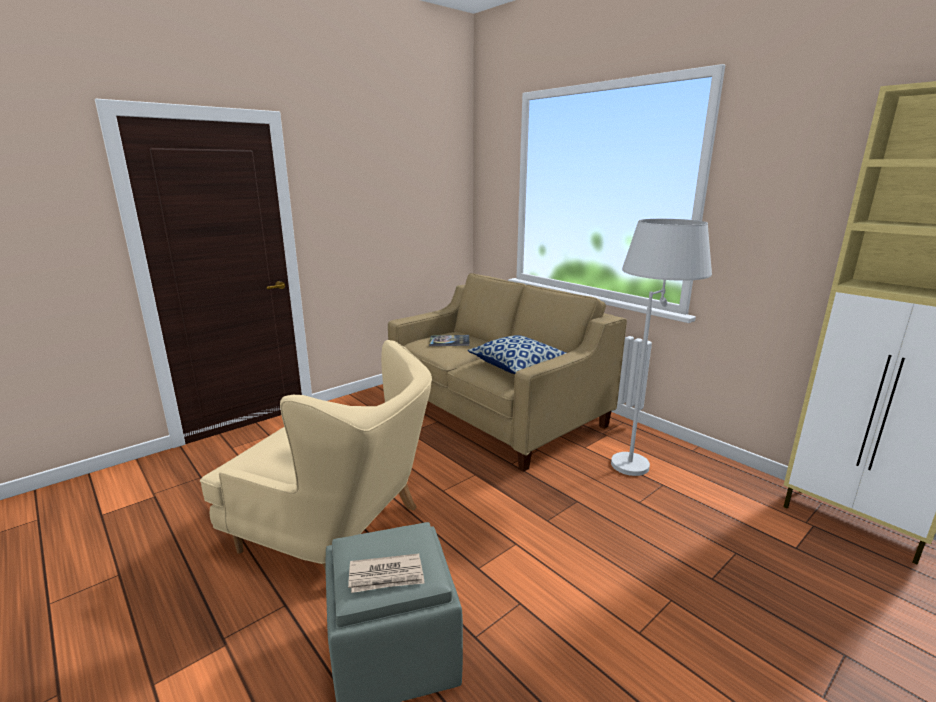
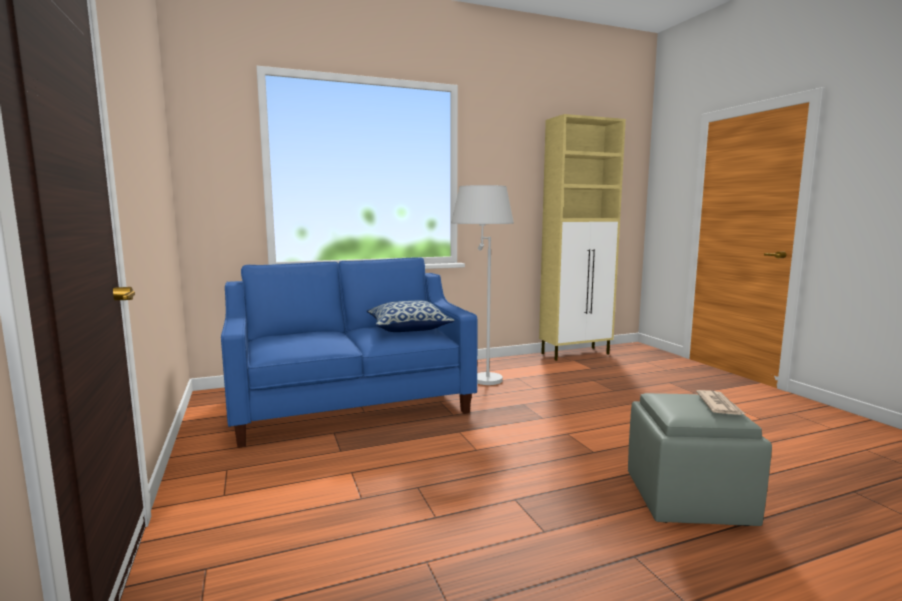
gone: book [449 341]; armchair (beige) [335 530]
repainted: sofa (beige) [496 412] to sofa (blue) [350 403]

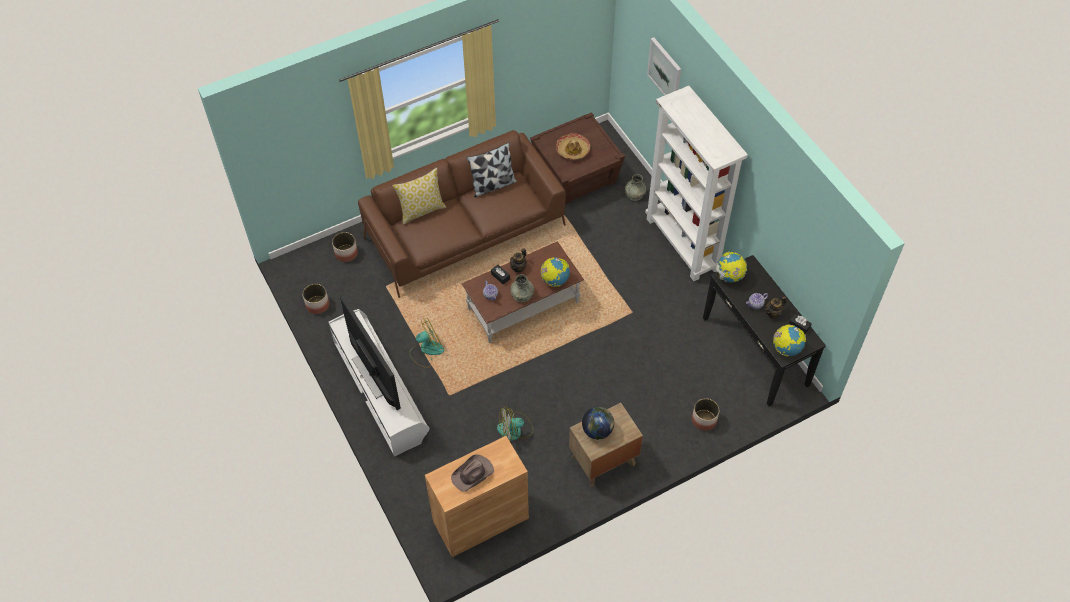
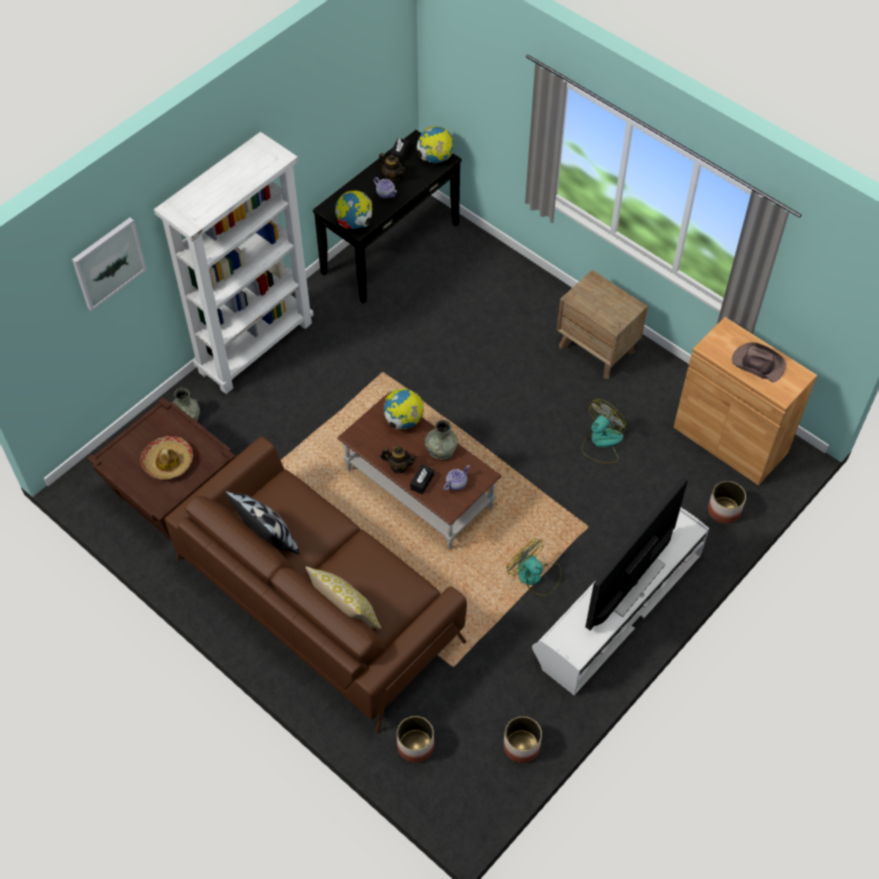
gone: globe [597 431]
shifted: planter [704 420] to [724 510]
rotated: fan [515 430] = [601 442] 105 degrees counterclockwise

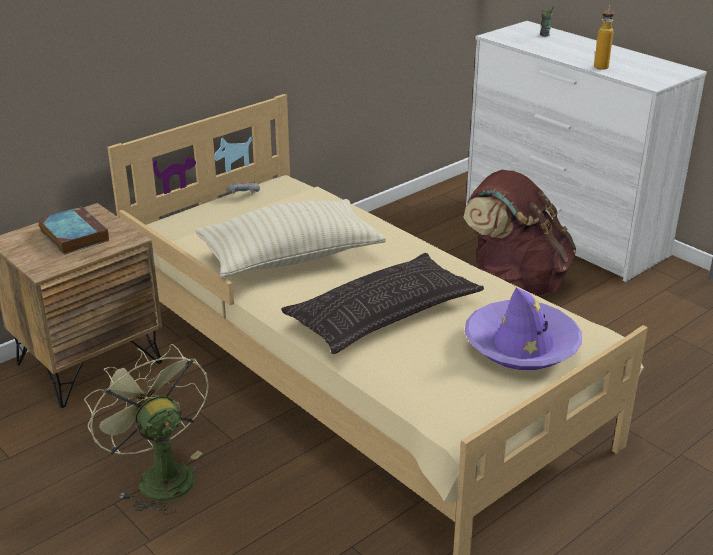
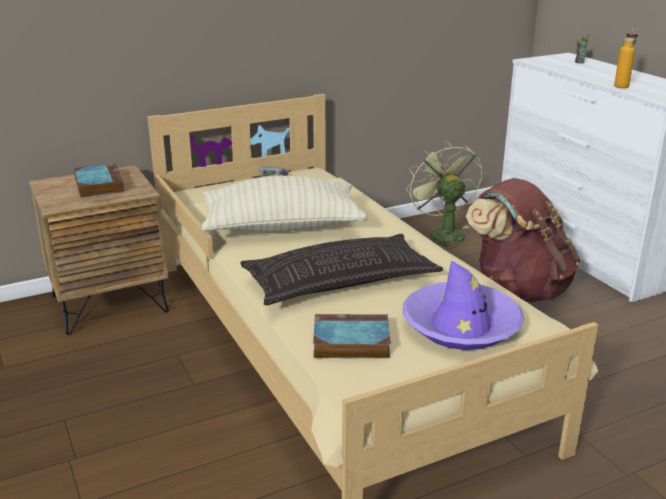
new: book [349 342]
shifted: fan (green) [158 476] to [442 233]

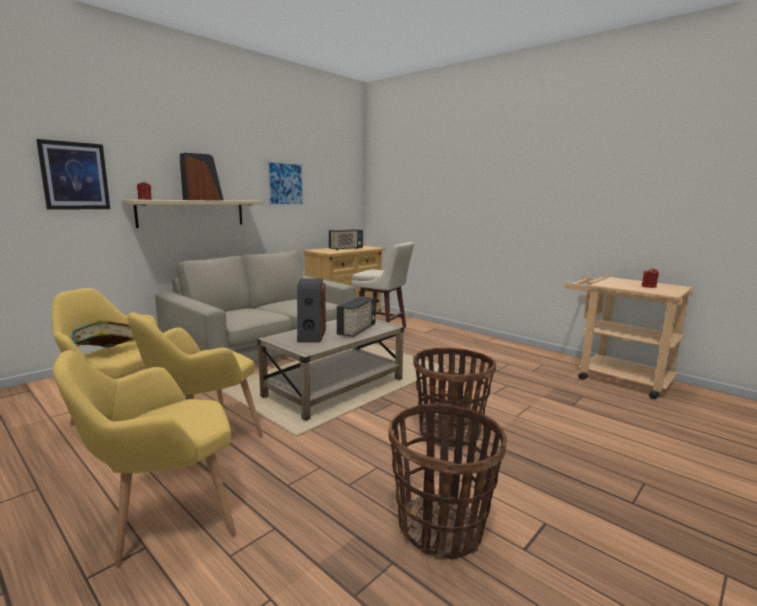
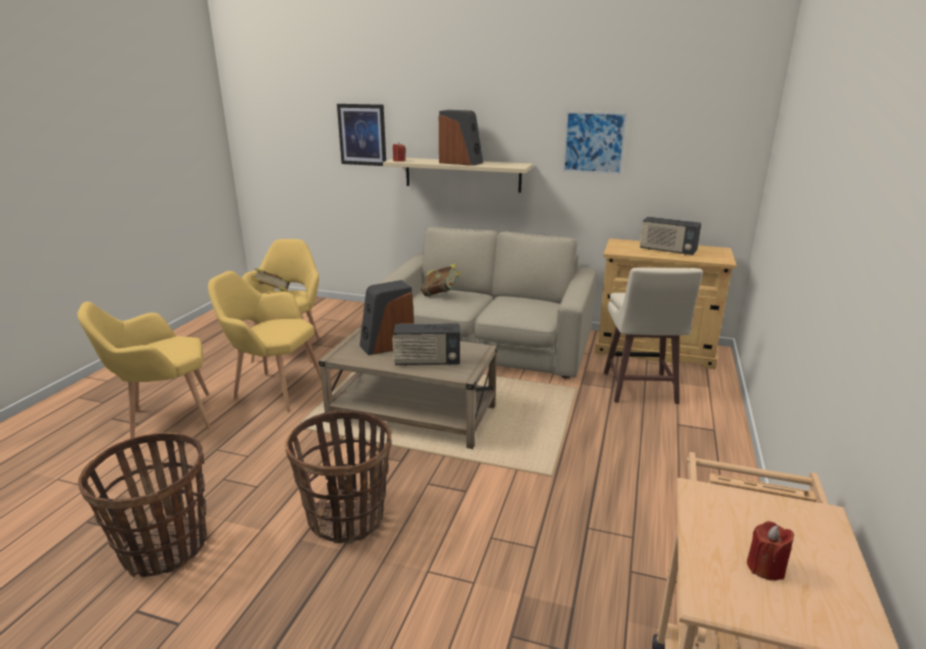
new: book [441 294]
rotated: armchair (yellow) [164 521] = [165 419] 60 degrees counterclockwise

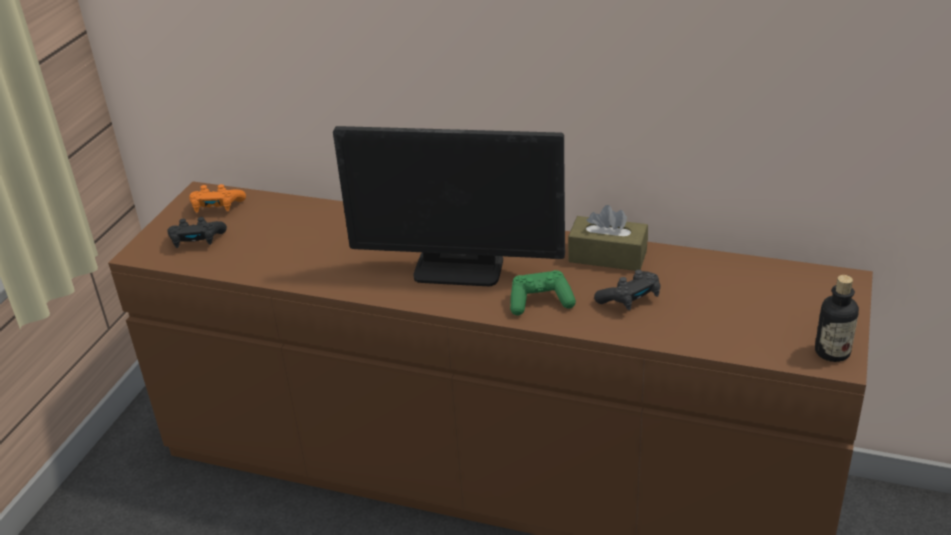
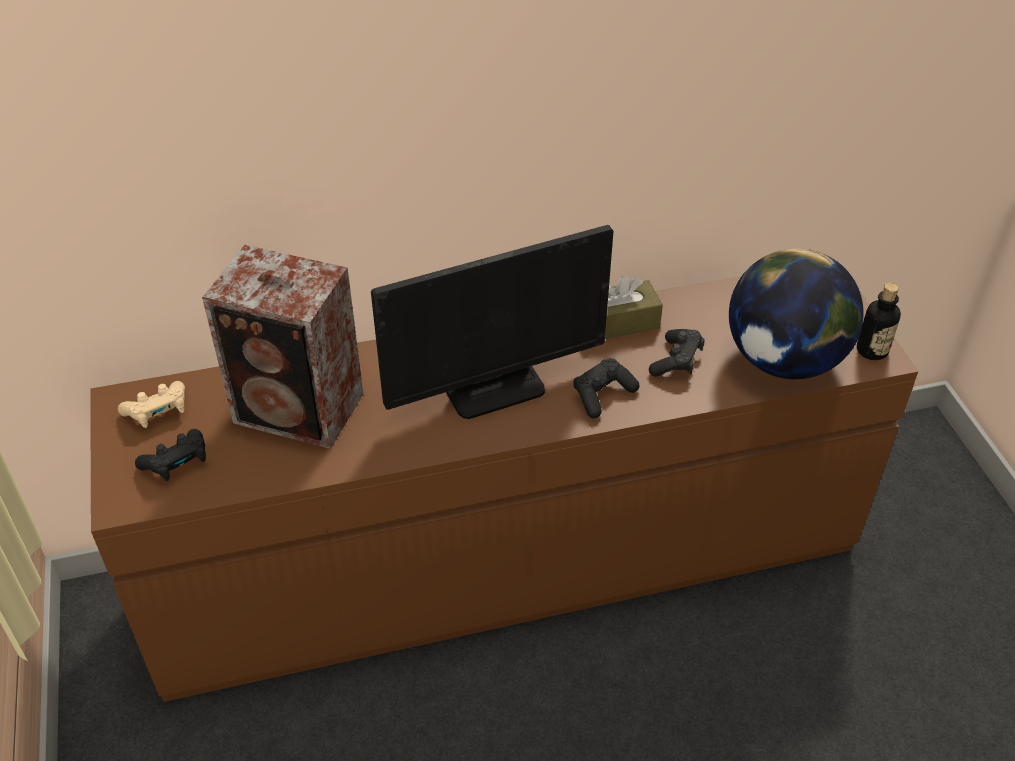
new: speaker [302 410]; globe [784 361]
repainted: game controller (orange) [217 208] to game controller (beige) [158 412]; game controller (green) [540 302] to game controller (black) [602 395]

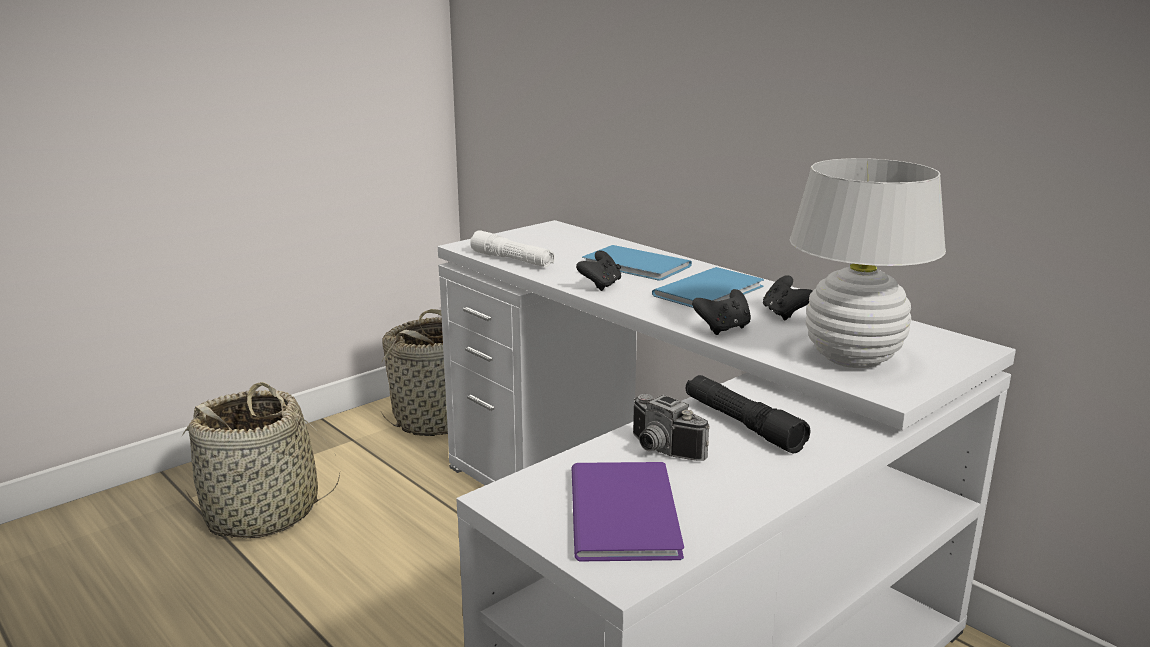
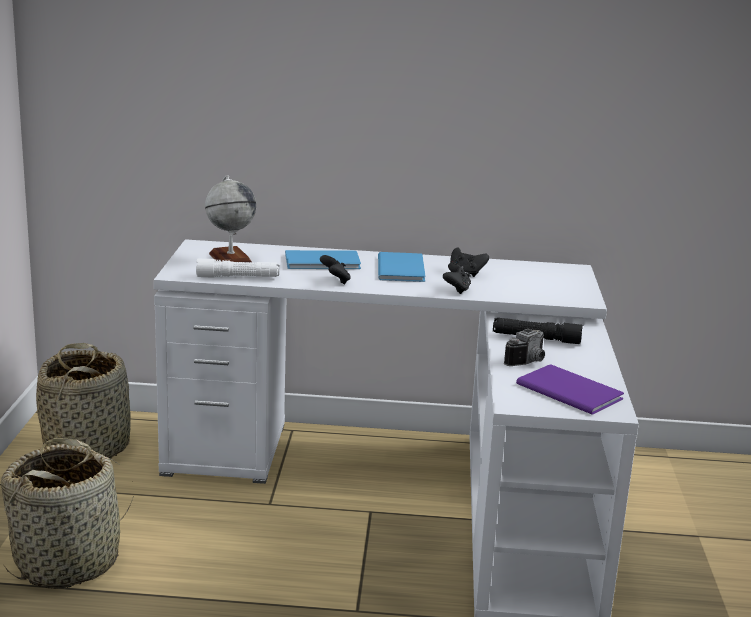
gone: table lamp (white) [852 358]
new: globe [230 259]
rotated: photo camera [660 451] = [529 362] 45 degrees counterclockwise

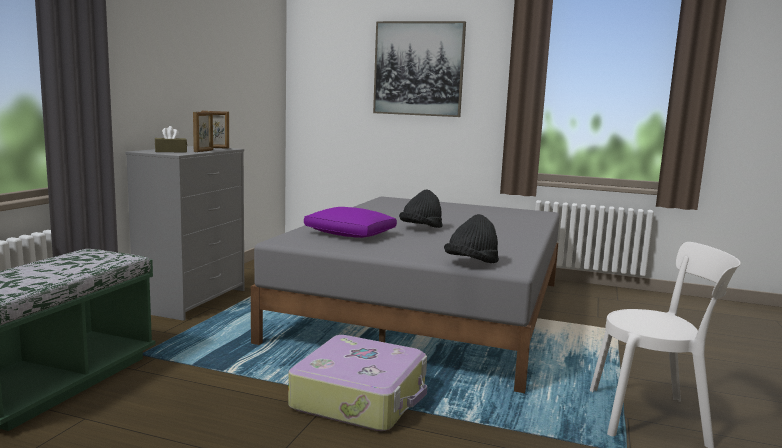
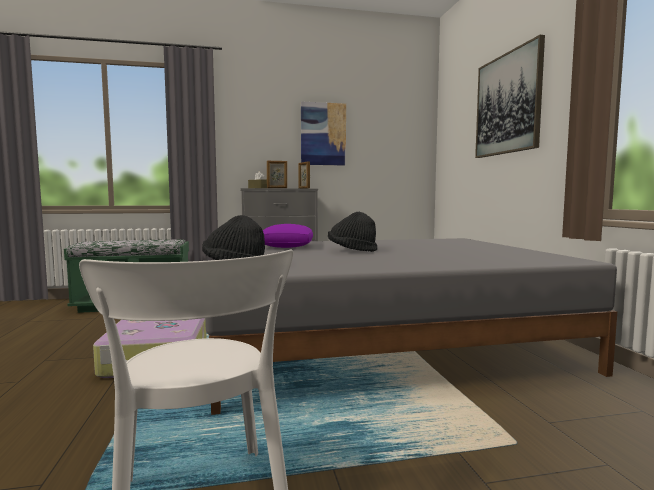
new: picture [323 134]

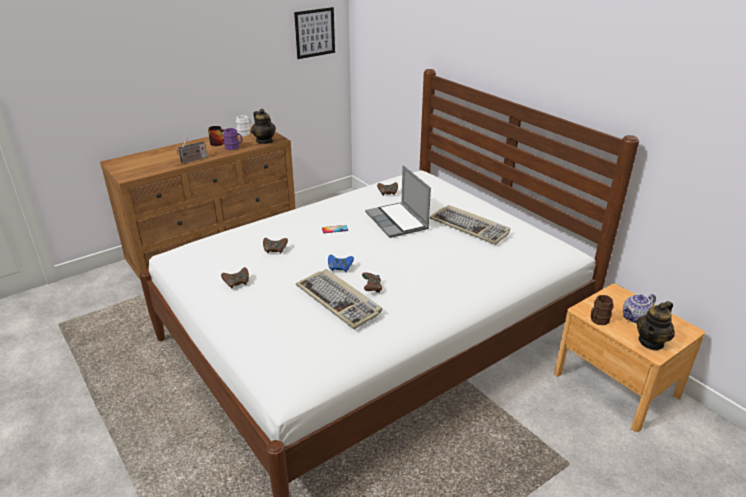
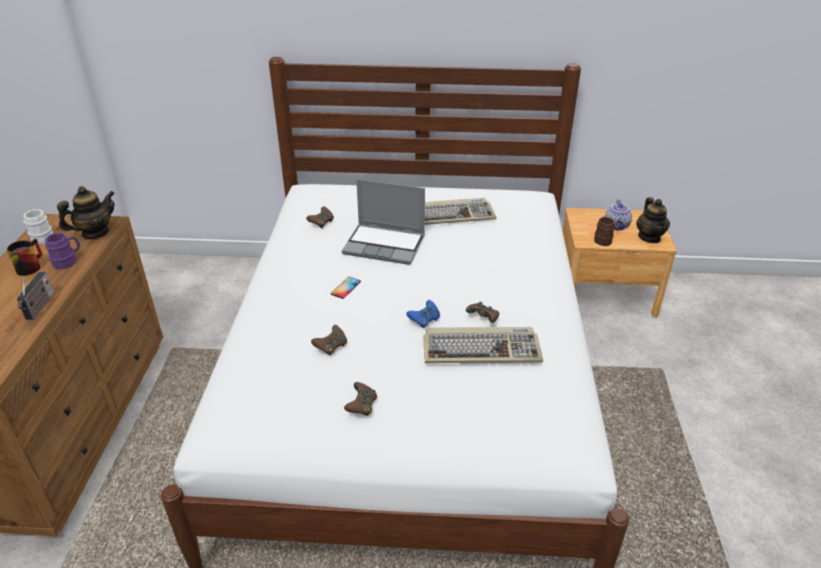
gone: picture [314 33]
rotated: teapot [264 141] = [95 233] 45 degrees counterclockwise

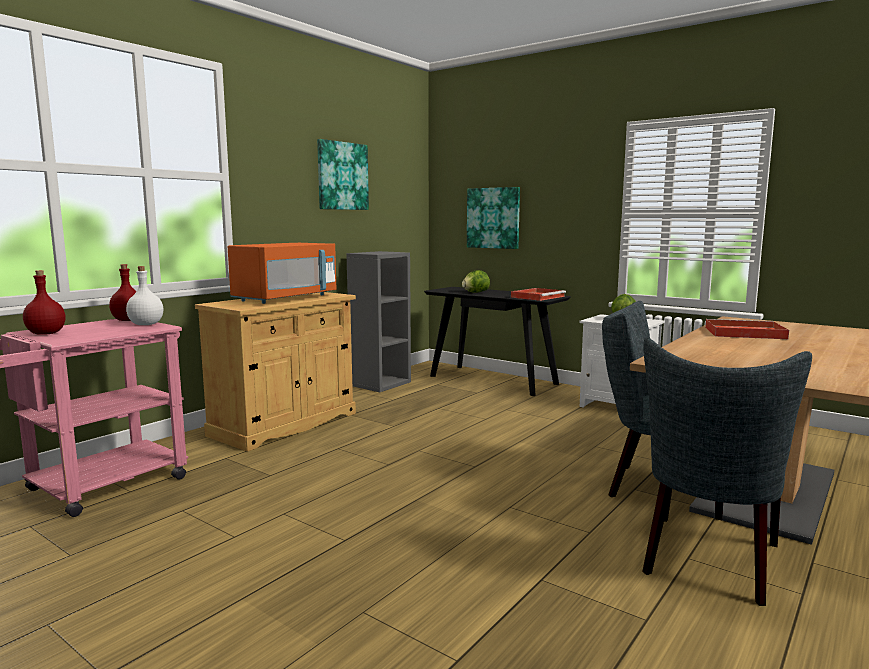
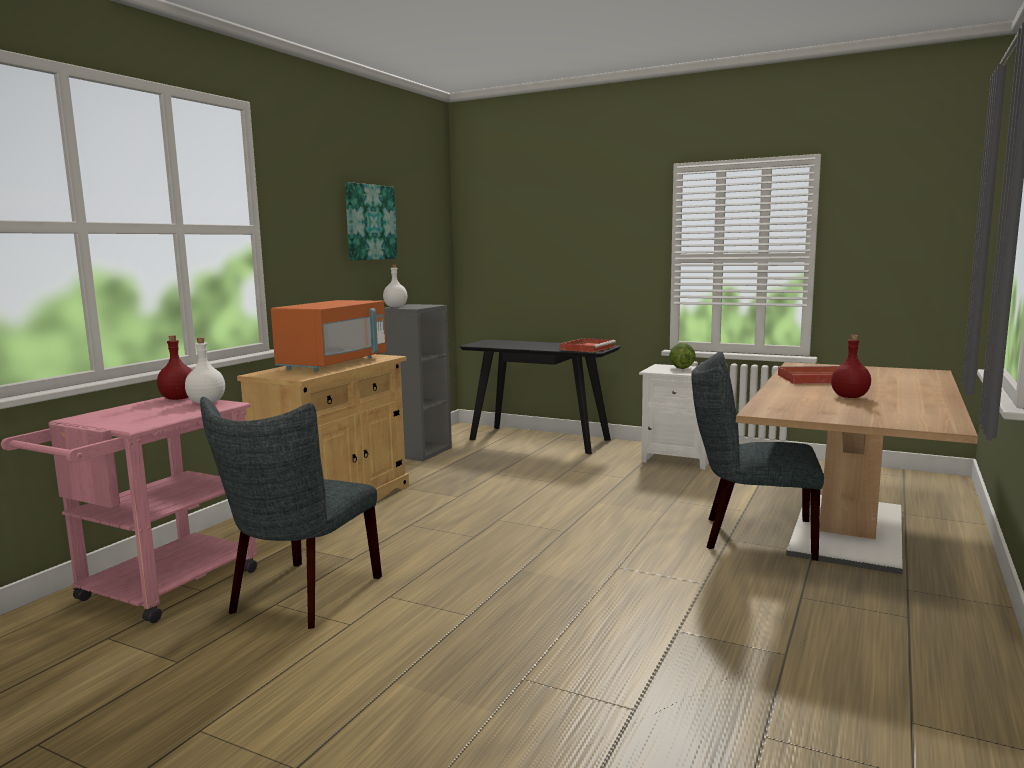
gone: picture [493 218]; lettuce [475 292]
new: bottle (white) [395 307]
shifted: bottle (red) [47 333] to [850 397]; chair (grey) [708 562] to [300 598]

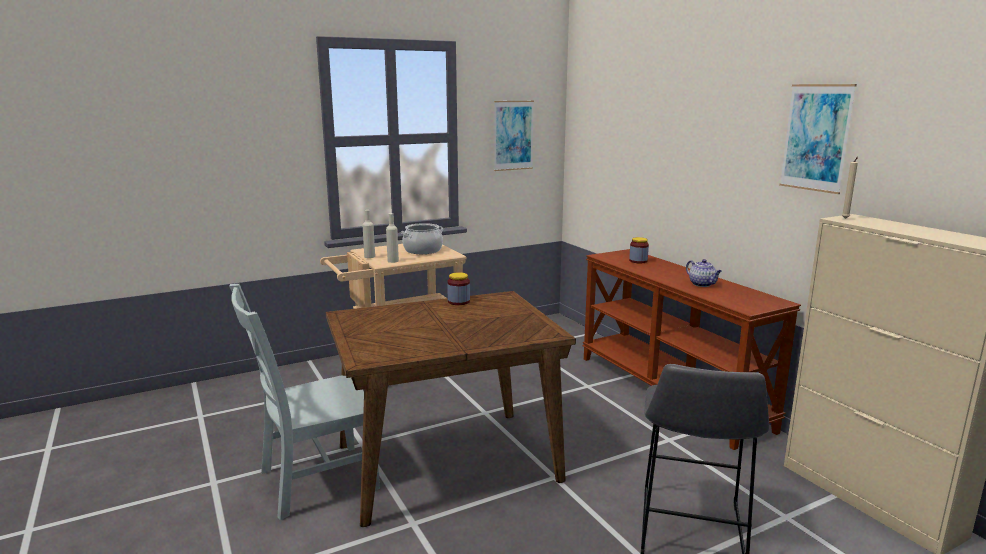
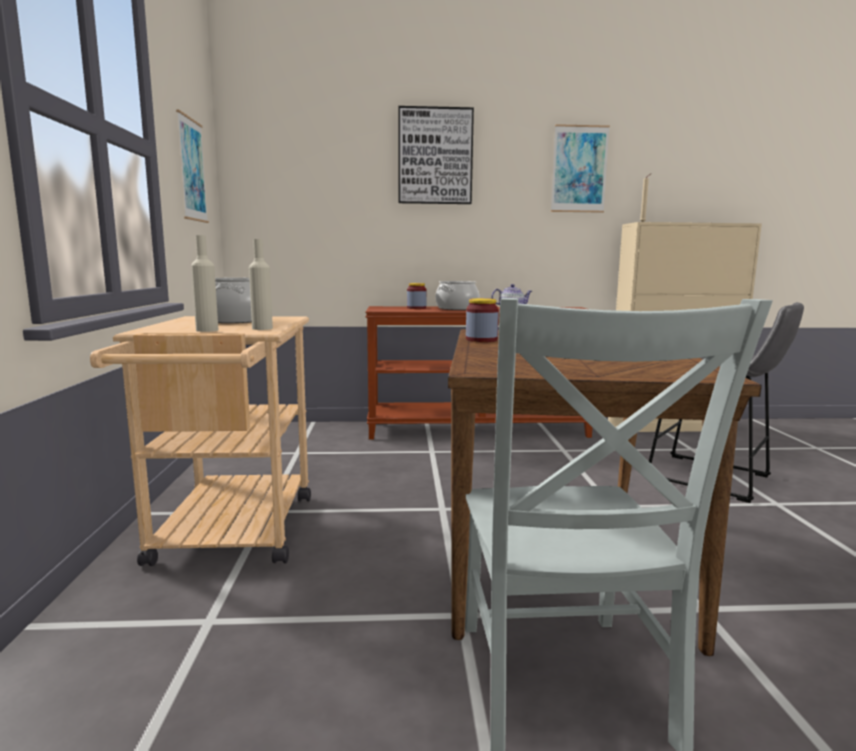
new: picture [435 156]; cooking pot [457 308]

